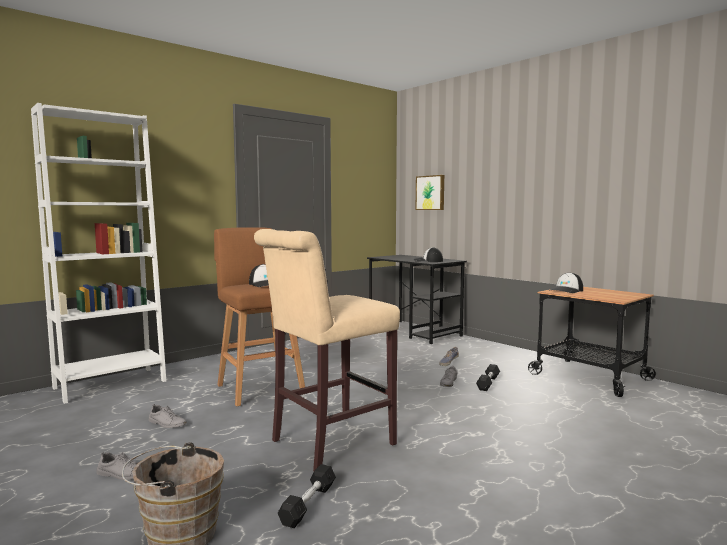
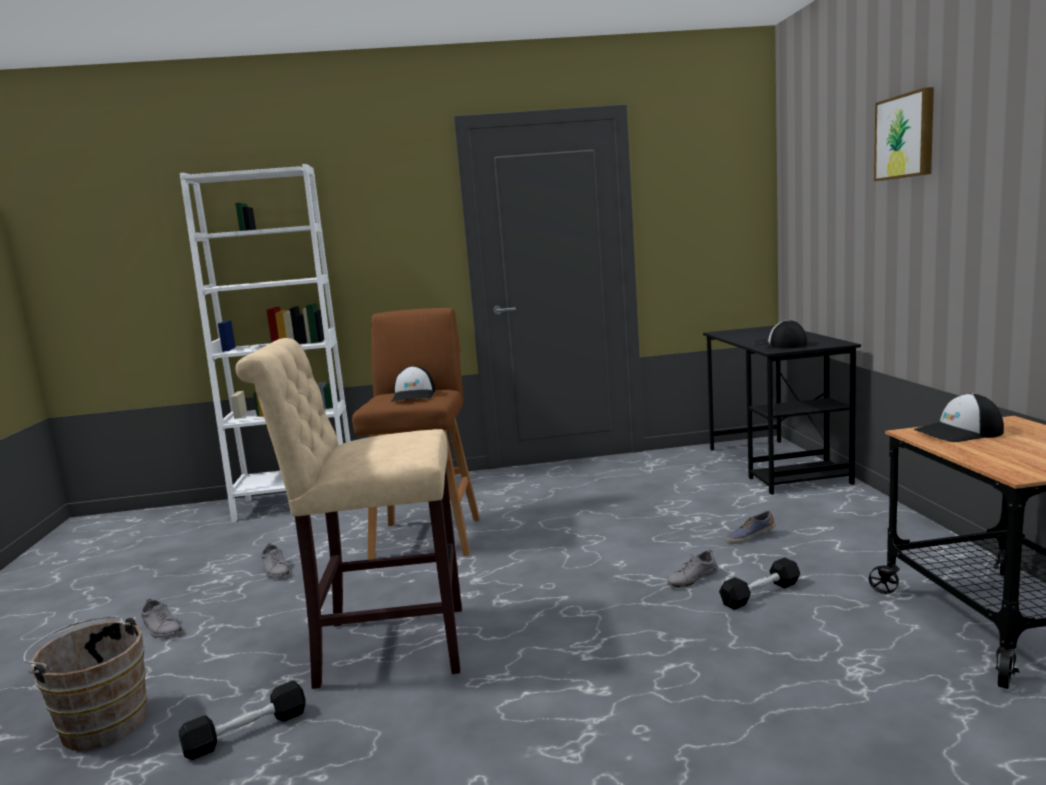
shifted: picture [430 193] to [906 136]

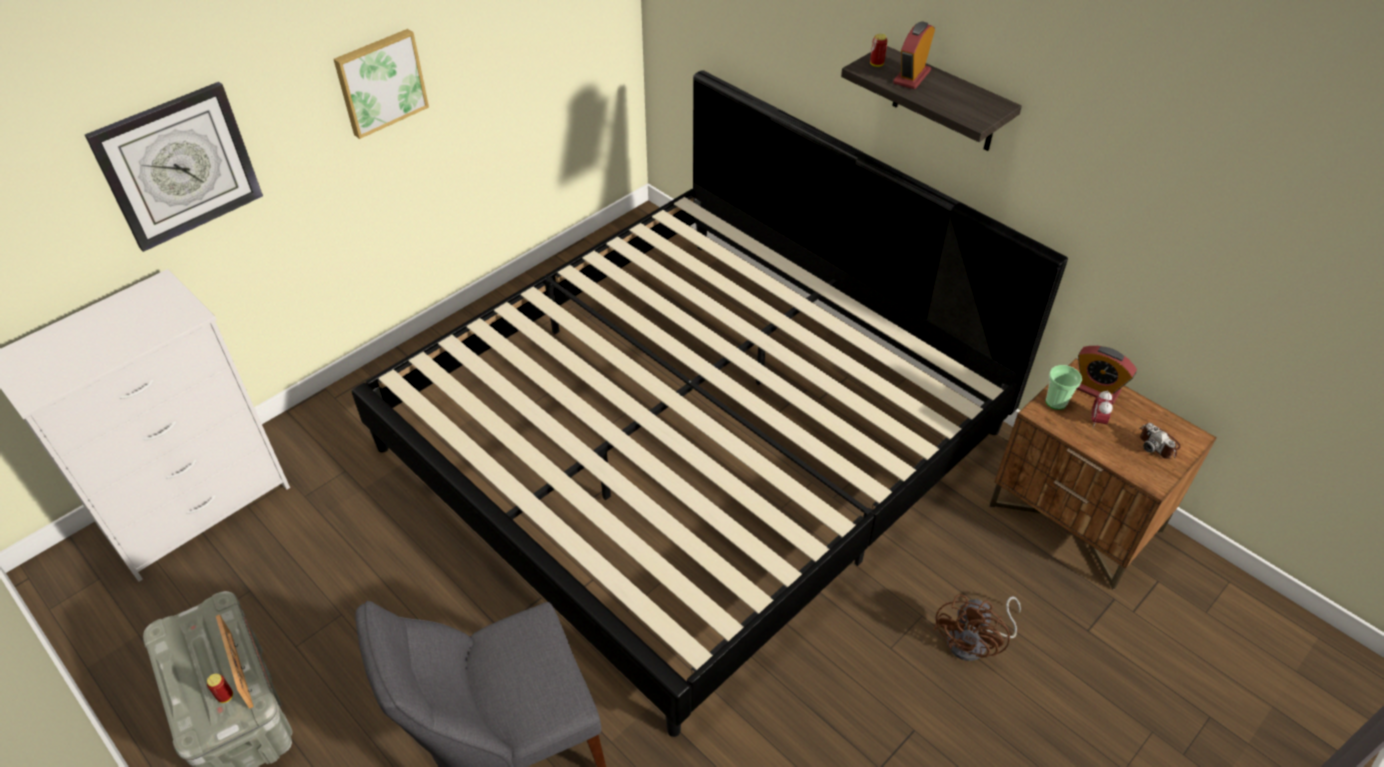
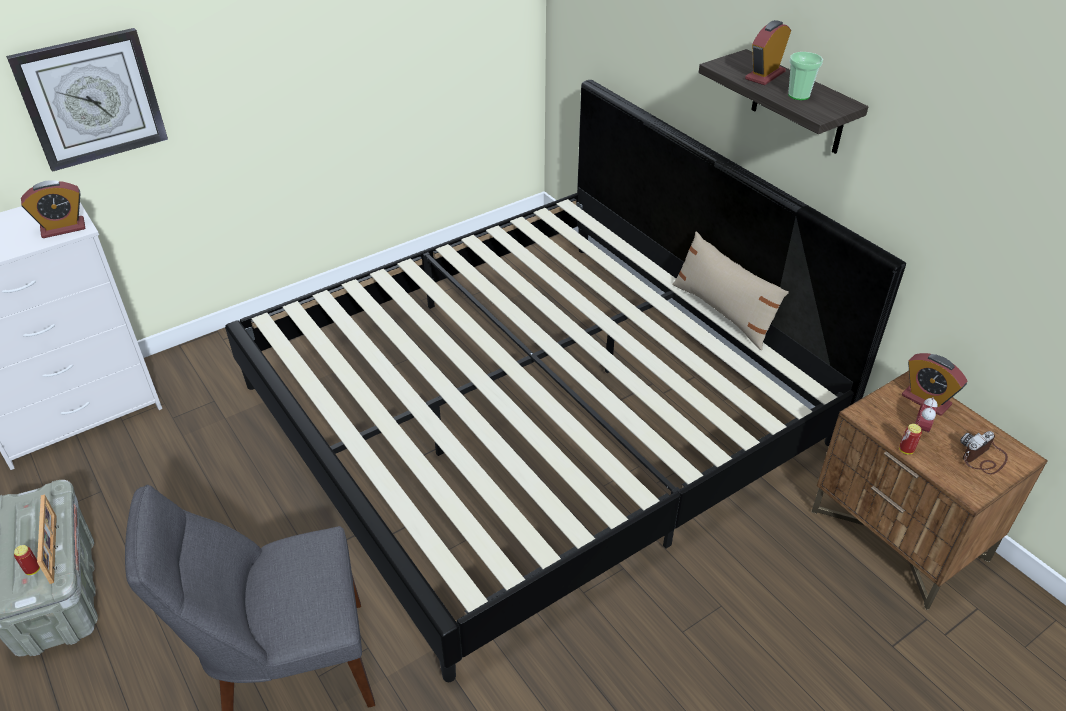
gone: picture [380 82]; fan (brown) [974 642]
new: alarm clock [63 228]; pillow (beige) [723 312]
shifted: can [876 64] to [906 450]; cup [1056 402] to [799 95]
rotated: photo camera [1158 443] = [983 458] 75 degrees clockwise

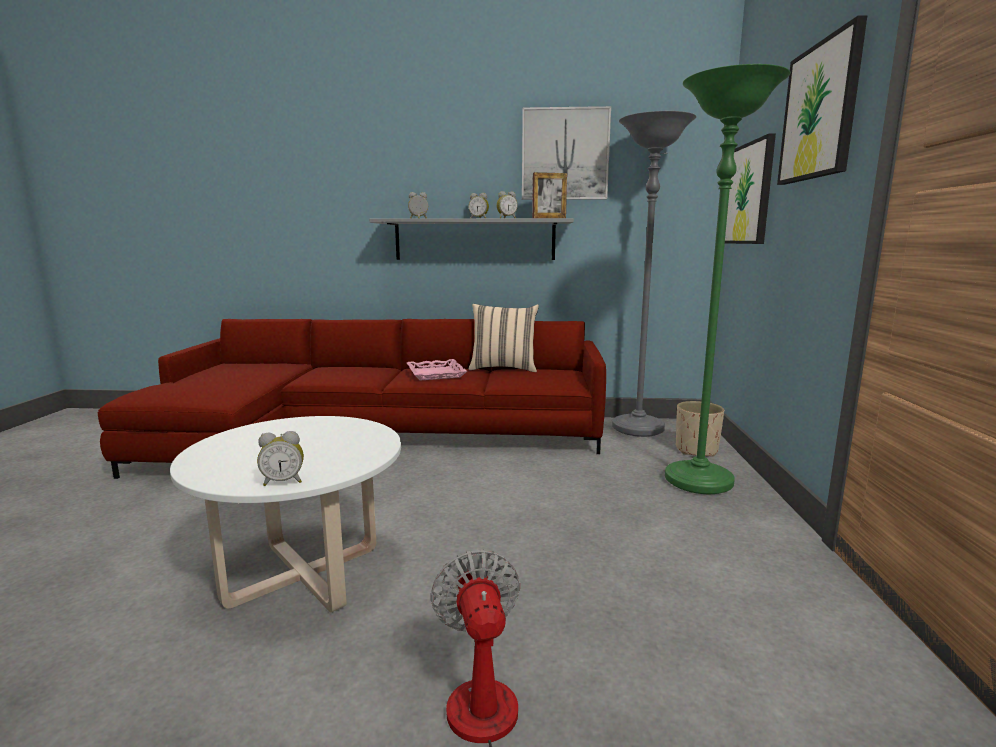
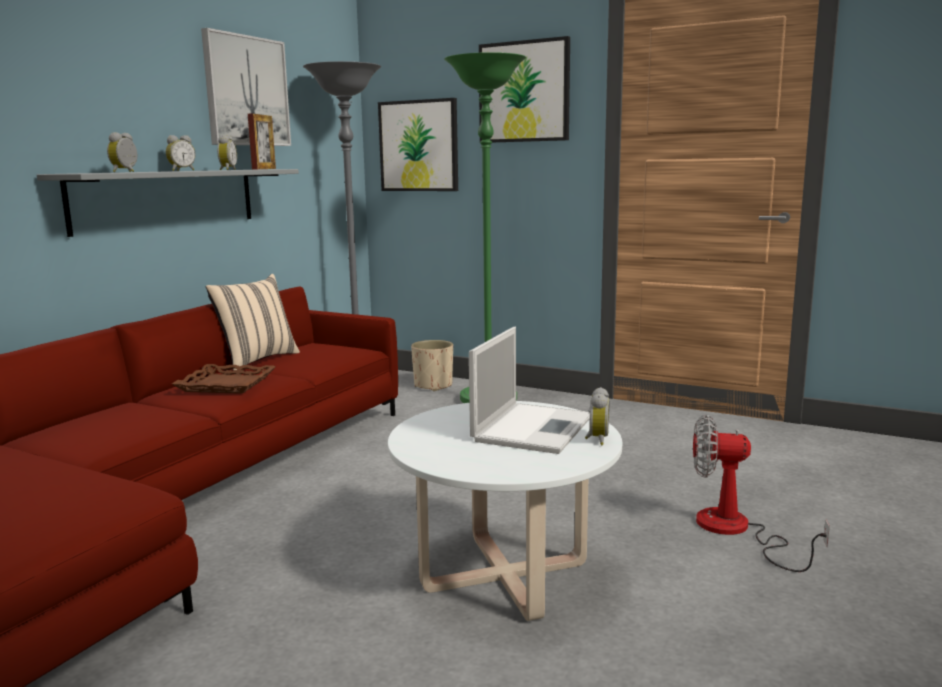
new: laptop [533 428]
repainted: tray (pink) [435 374] to tray (brown) [226 385]

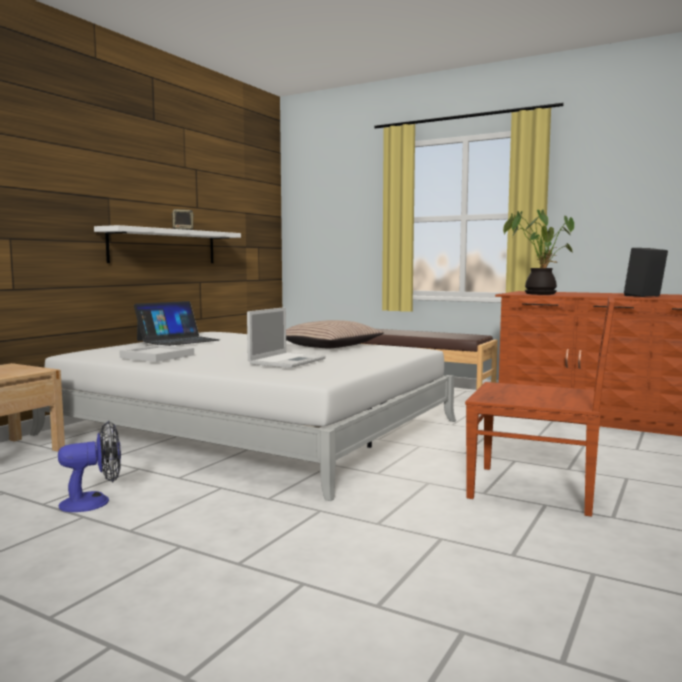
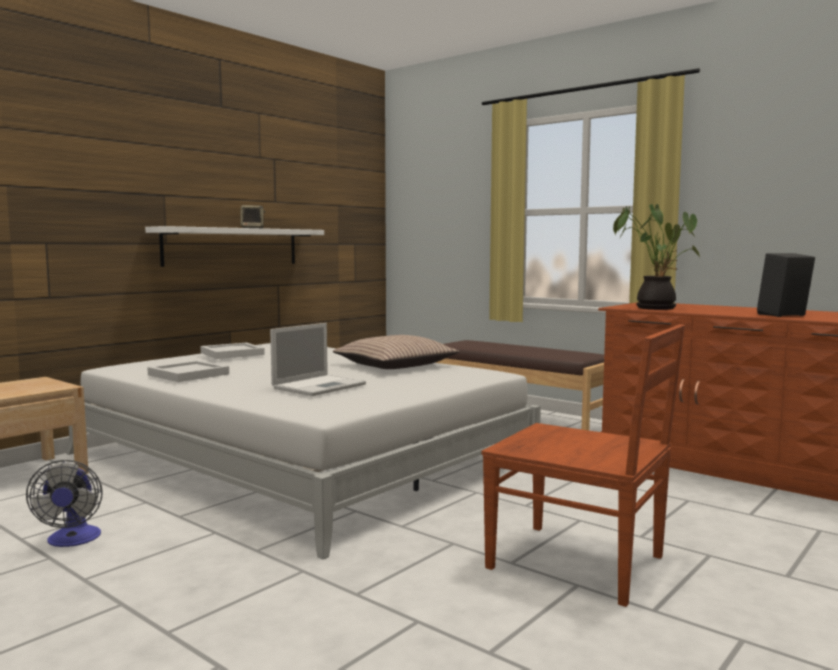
swapped: laptop [178 340] to tray (white) [232 353]
rotated: fan [94 502] = [72 540] 90 degrees clockwise

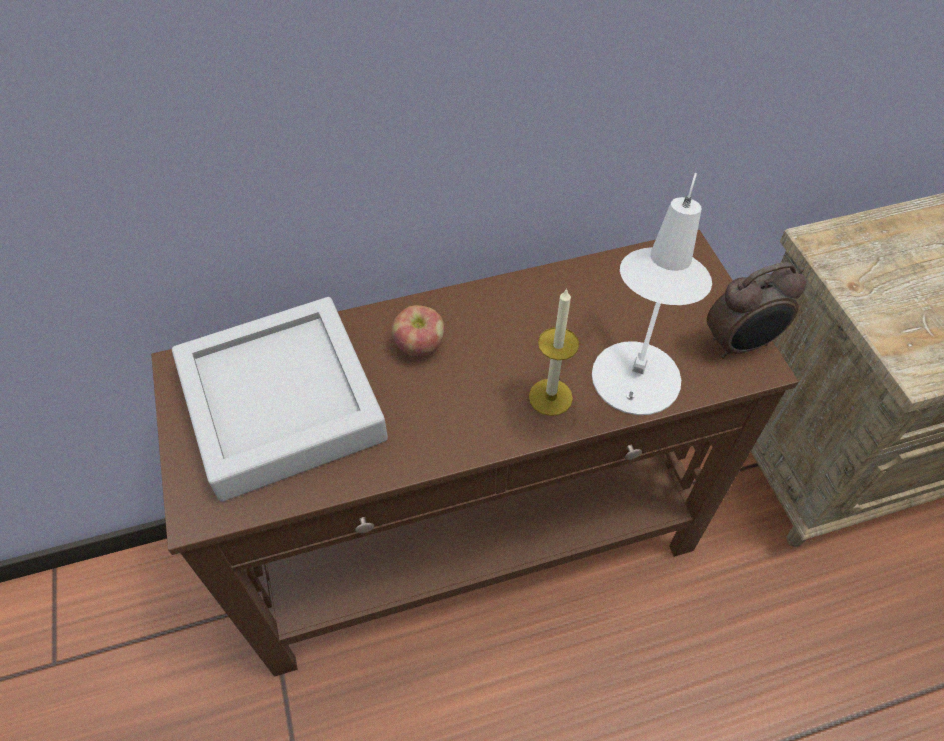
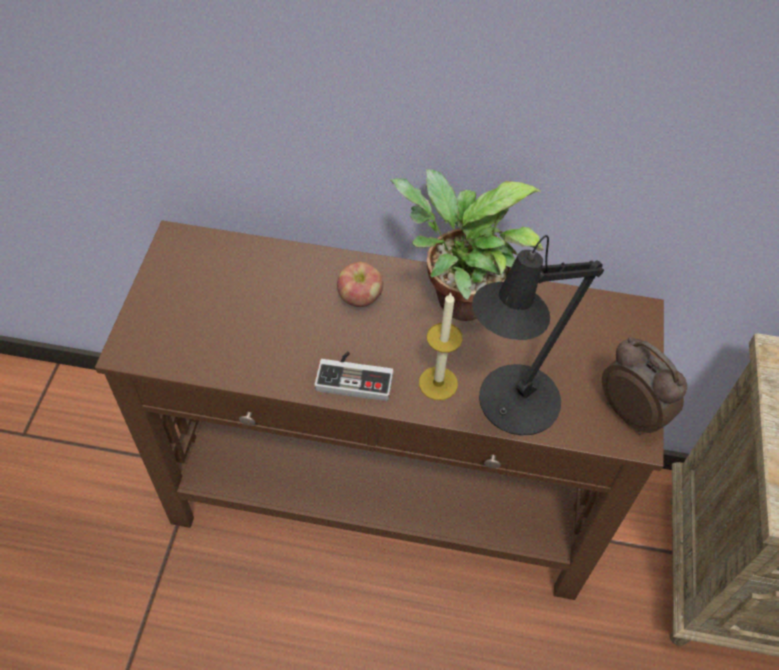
gone: tray (grey) [282 404]
new: potted plant [456 300]; game controller [355 376]
repainted: table lamp (white) [632 388] to table lamp (black) [510 406]
rotated: alarm clock [740 345] = [631 412] 135 degrees counterclockwise

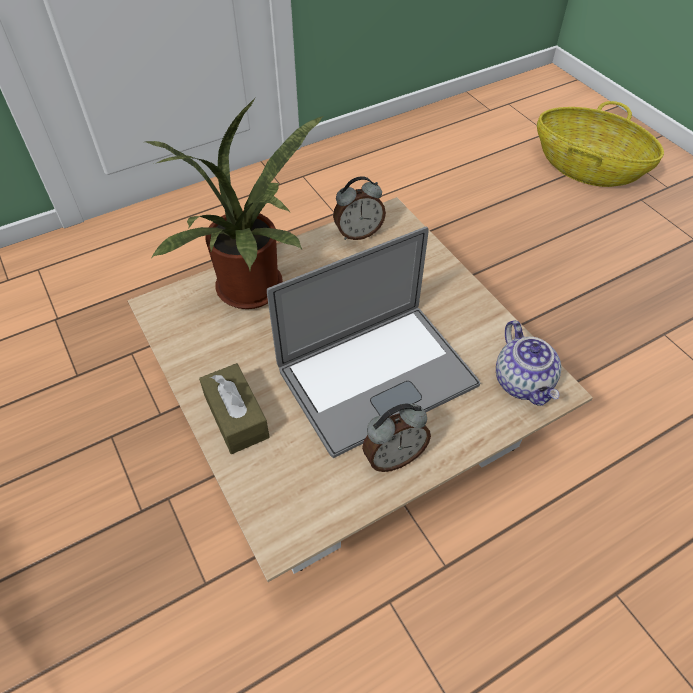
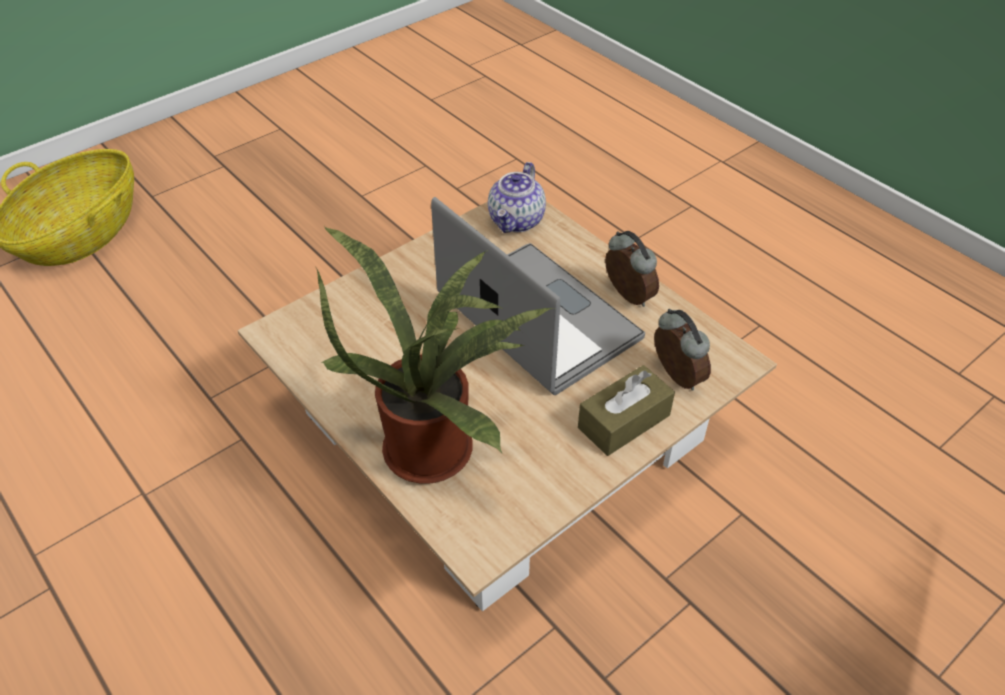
shifted: alarm clock [358 233] to [675 378]
rotated: teapot [524 382] = [517 221] 135 degrees clockwise

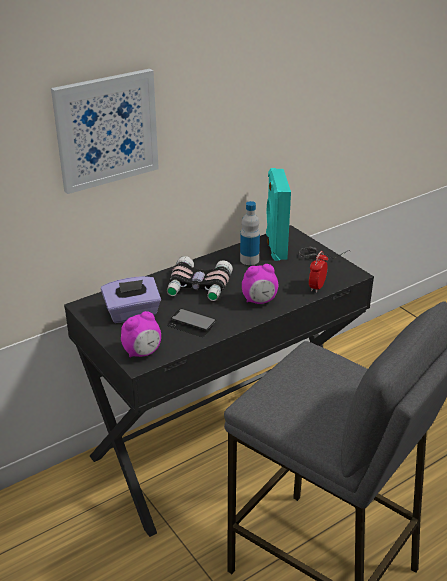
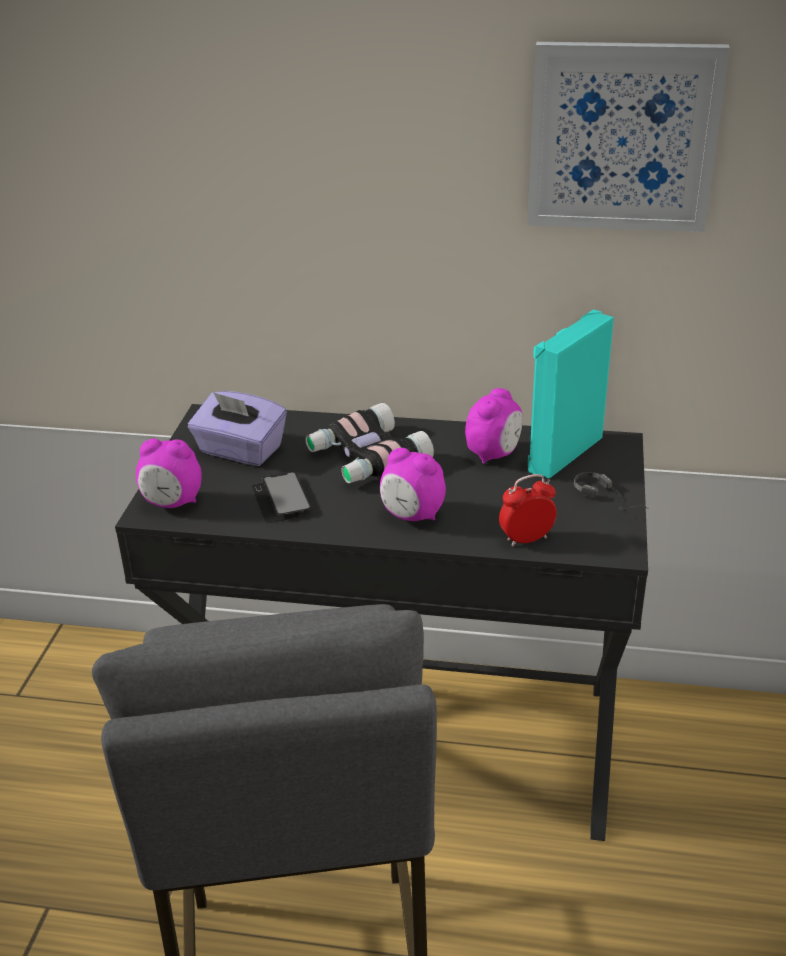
shifted: picture [106 130] to [622 137]
swapped: bottle [249 260] to alarm clock [494 454]

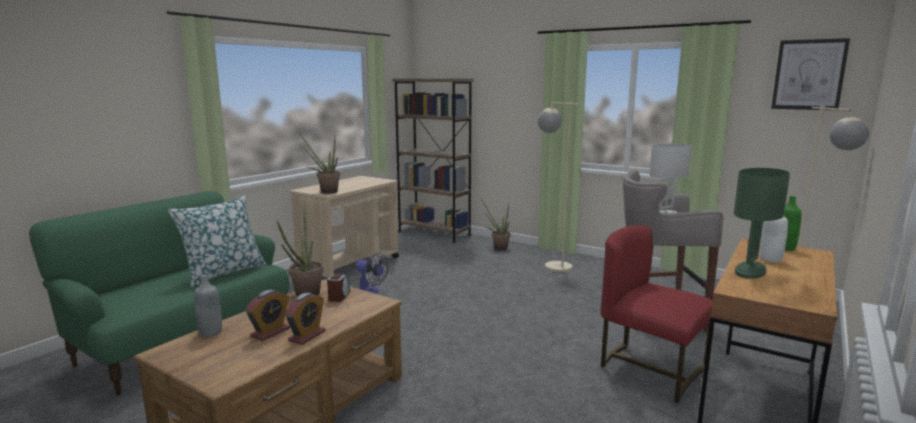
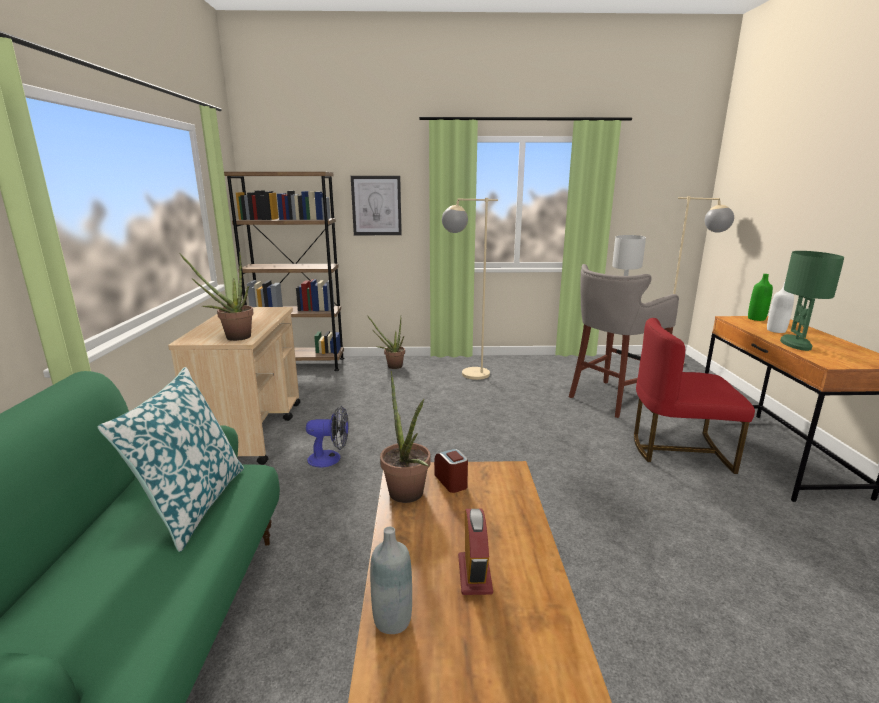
gone: alarm clock [307 336]
shifted: picture [809 75] to [376 205]

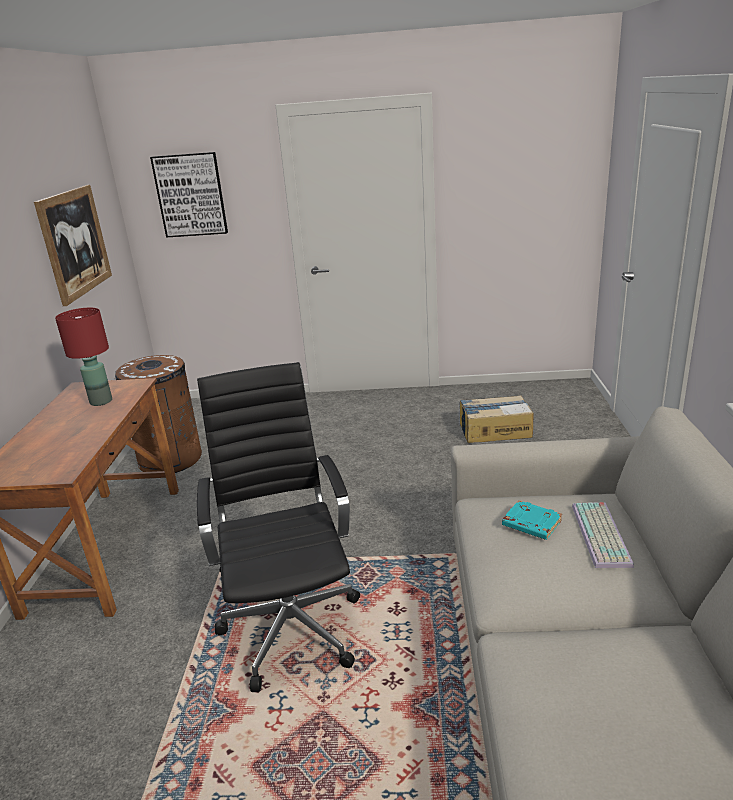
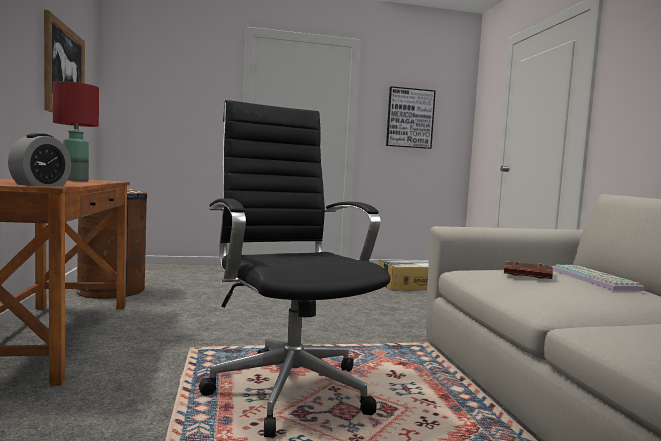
new: alarm clock [41 185]
shifted: picture [190 195] to [410 118]
repainted: book (turquoise) [530 524] to book (brown) [527 274]

